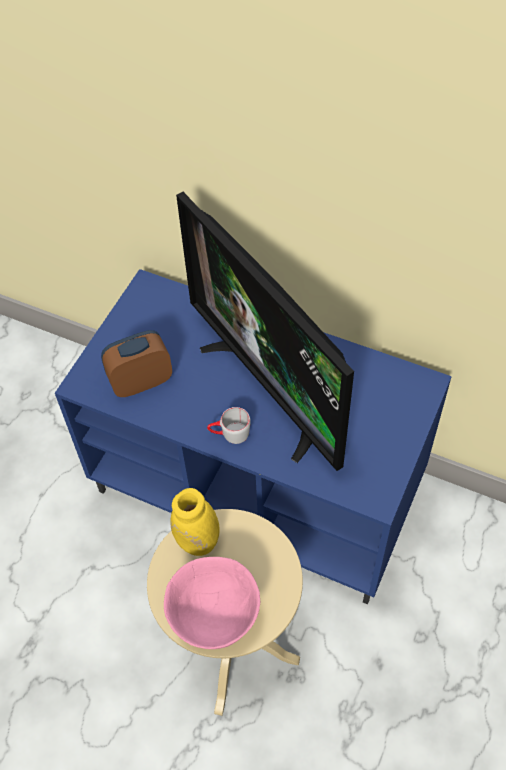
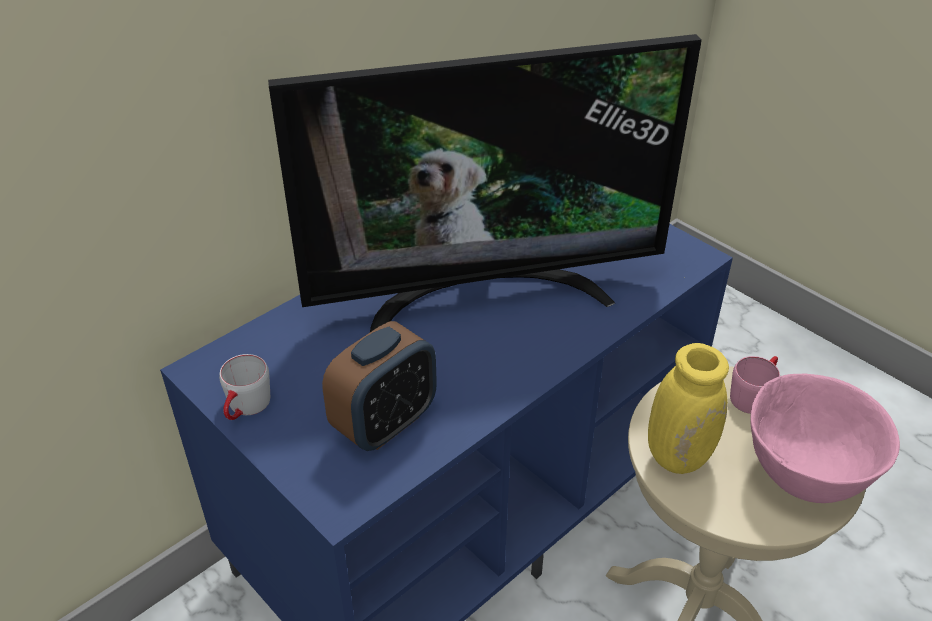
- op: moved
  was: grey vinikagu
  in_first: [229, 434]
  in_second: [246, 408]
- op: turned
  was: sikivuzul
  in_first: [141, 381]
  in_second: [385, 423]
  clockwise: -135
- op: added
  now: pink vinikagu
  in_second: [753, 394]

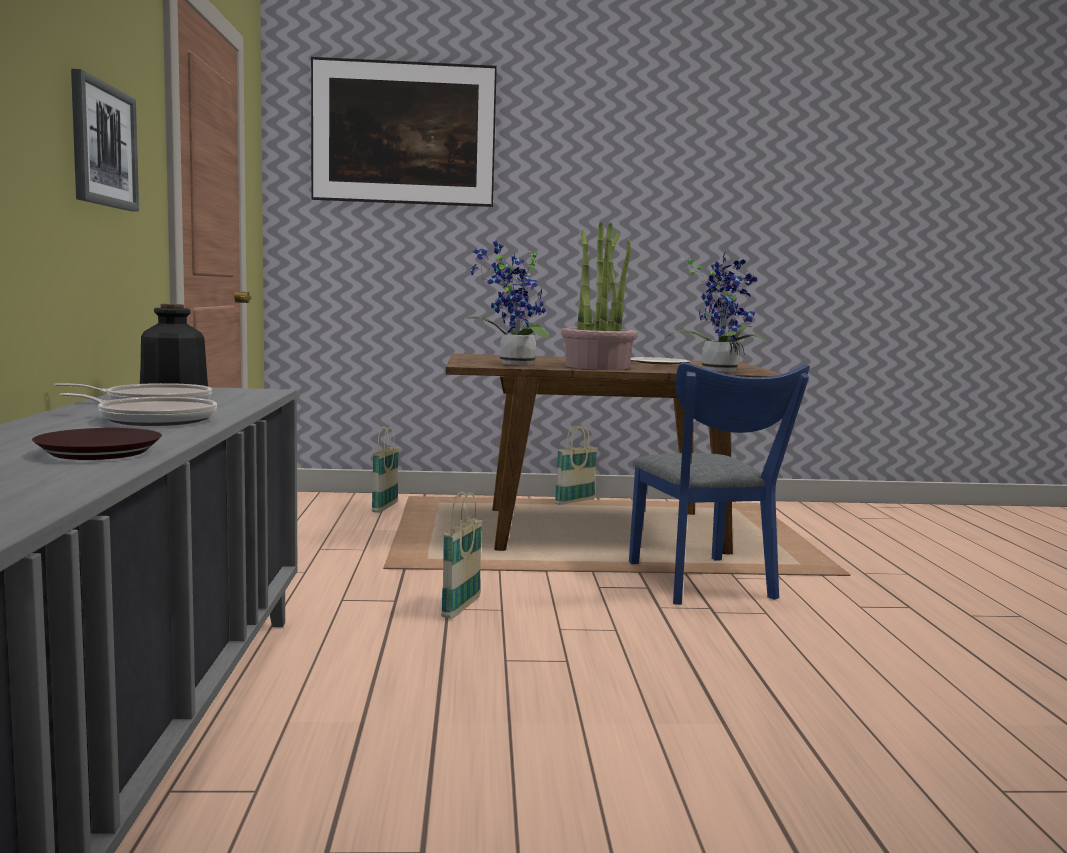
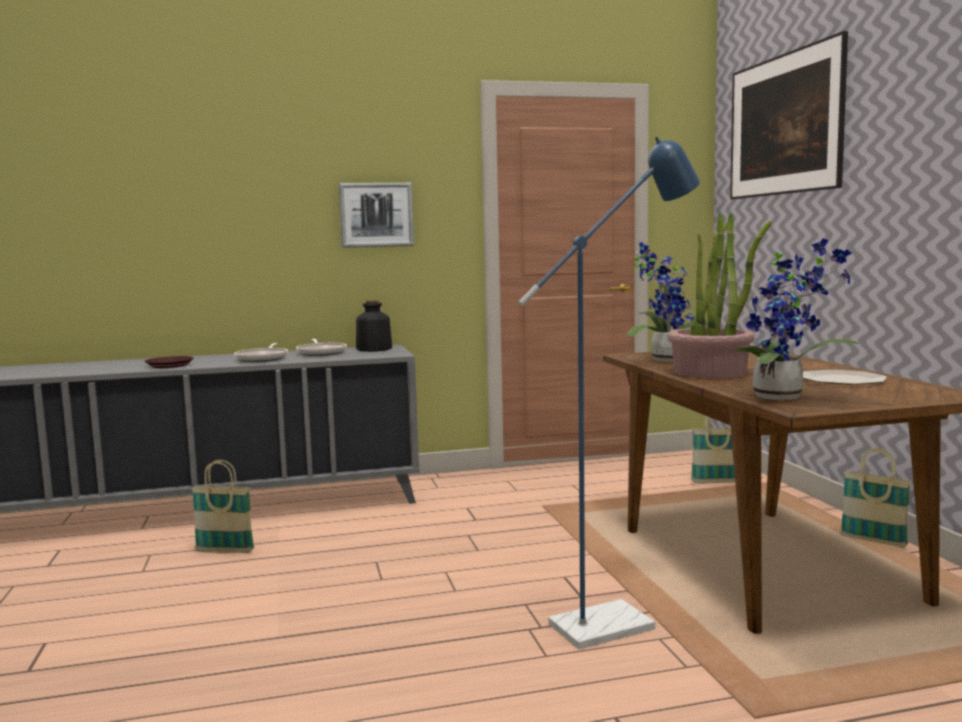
- op: moved
  was: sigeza
  in_first: [461, 607]
  in_second: [225, 551]
- op: replaced
  was: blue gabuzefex
  now: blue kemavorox
  in_first: [704, 584]
  in_second: [616, 622]

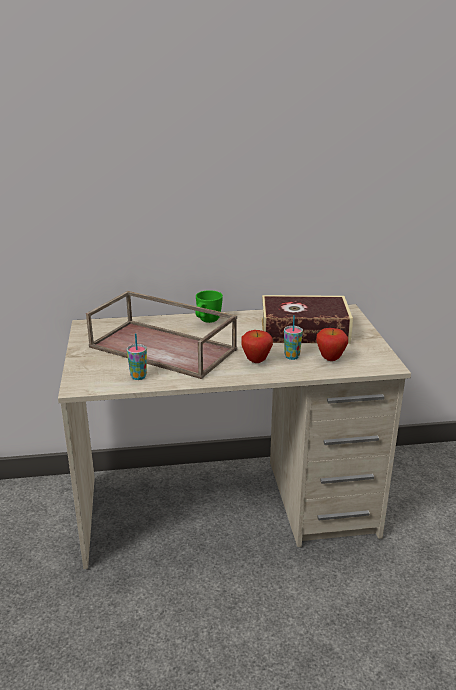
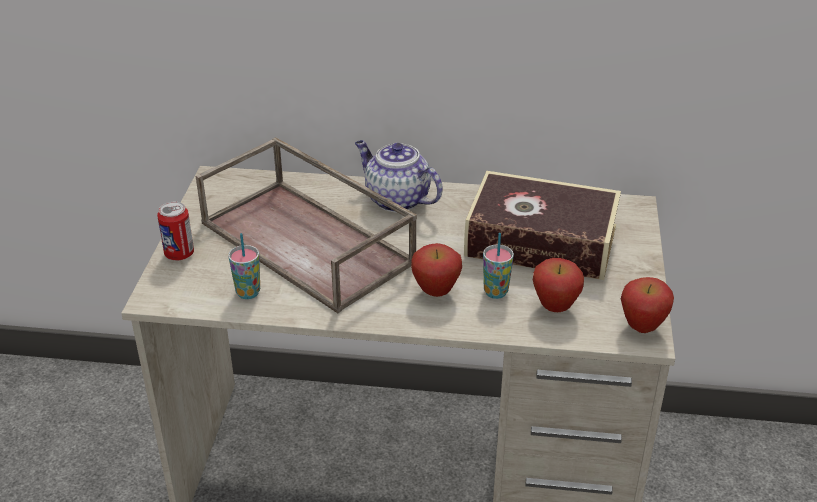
- op: added
  now: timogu
  in_second: [179, 254]
- op: replaced
  was: green vinikagu
  now: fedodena
  in_first: [206, 322]
  in_second: [396, 199]
- op: added
  now: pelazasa
  in_second: [642, 327]

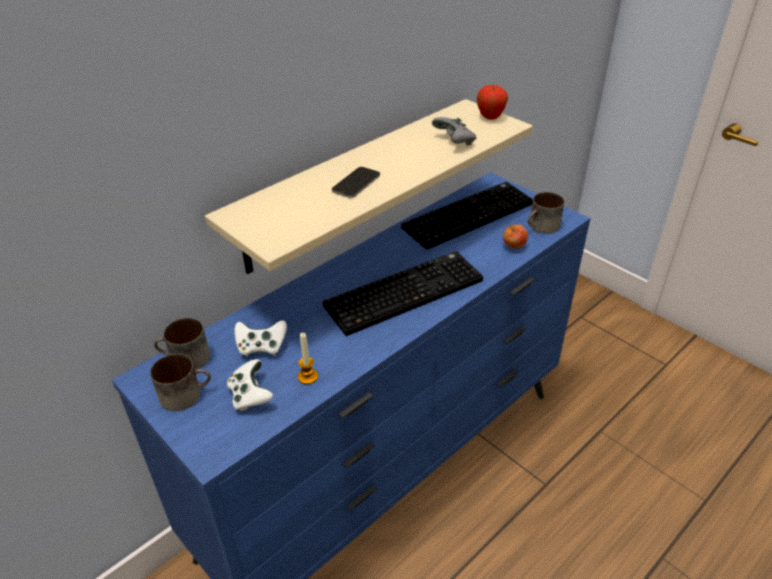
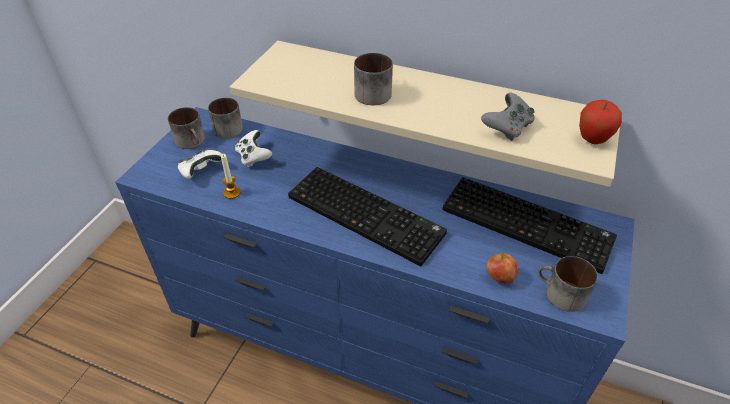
- op: replaced
  was: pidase
  now: vinikagu
  in_first: [356, 183]
  in_second: [373, 92]

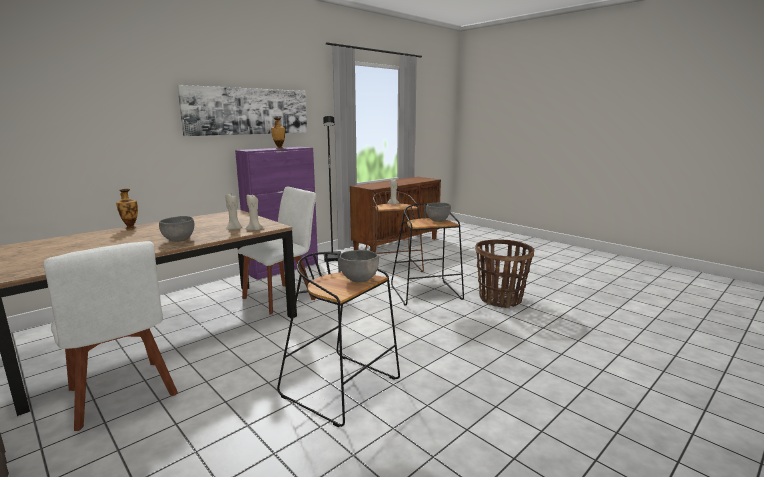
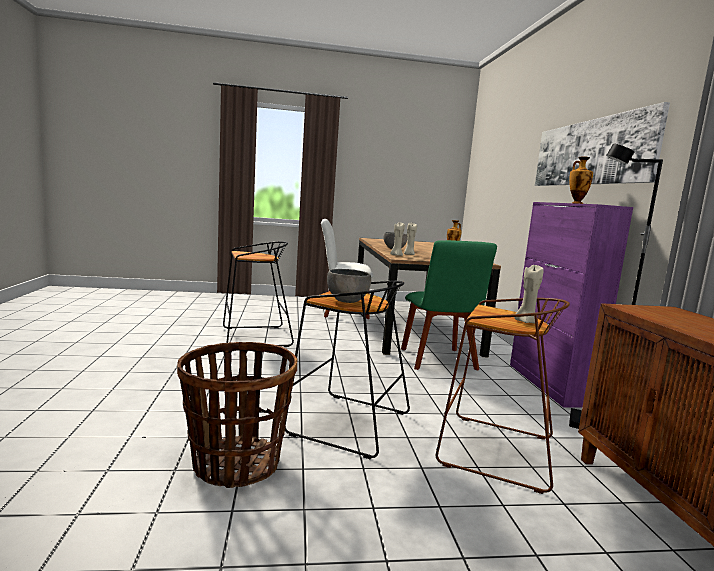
- op: recoloured
  was: white gabuzefex
  now: green gabuzefex
  in_first: [282, 297]
  in_second: [439, 361]
- op: removed
  was: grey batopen
  in_first: [359, 279]

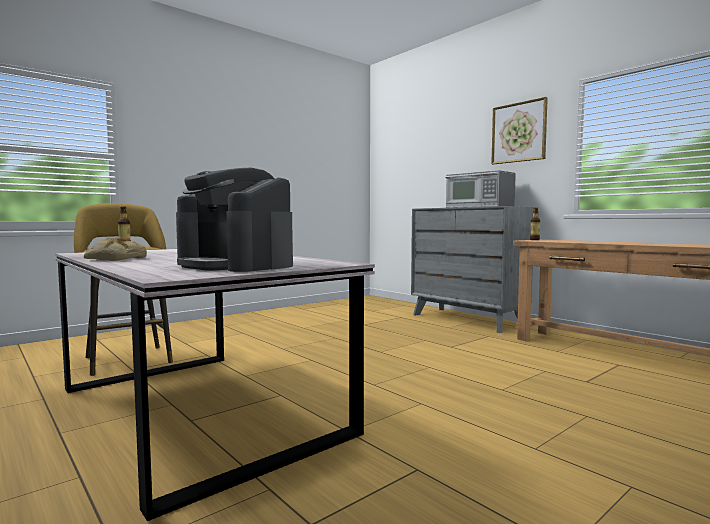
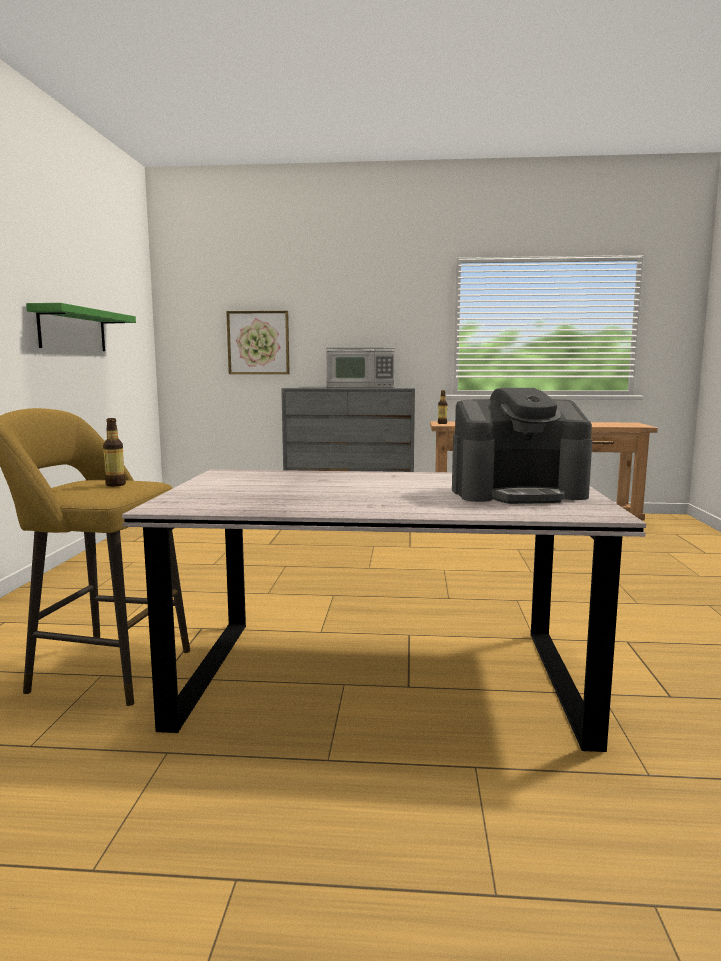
- op: added
  now: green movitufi
  in_second: [73, 330]
- op: moved
  was: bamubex
  in_first: [519, 132]
  in_second: [258, 342]
- op: removed
  was: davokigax
  in_first: [114, 259]

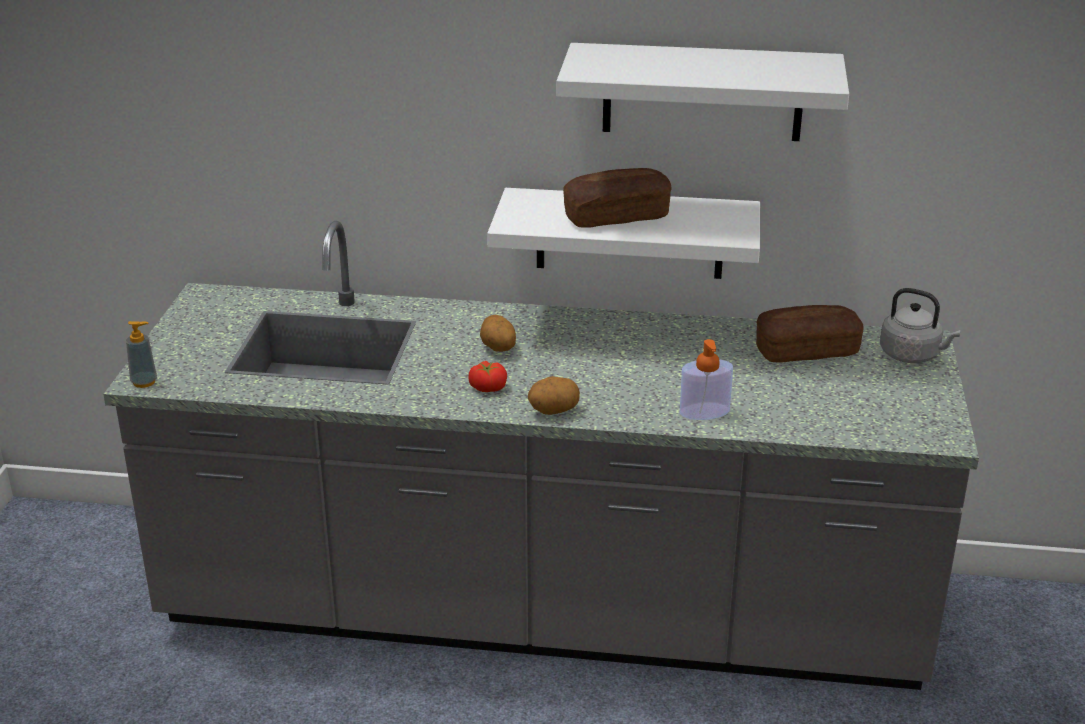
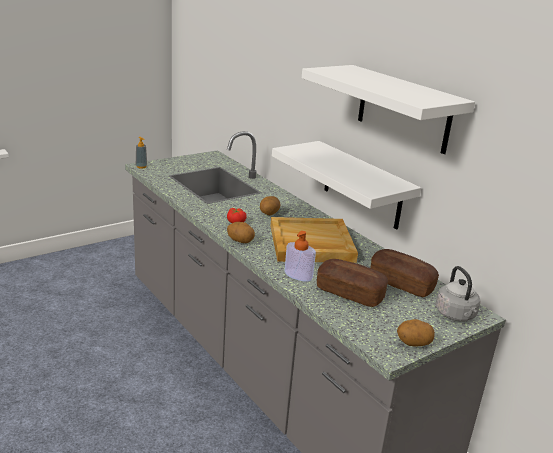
- op: added
  now: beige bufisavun
  in_second: [310, 244]
- op: moved
  was: davokigax
  in_first: [616, 217]
  in_second: [350, 293]
- op: added
  now: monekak
  in_second: [413, 343]

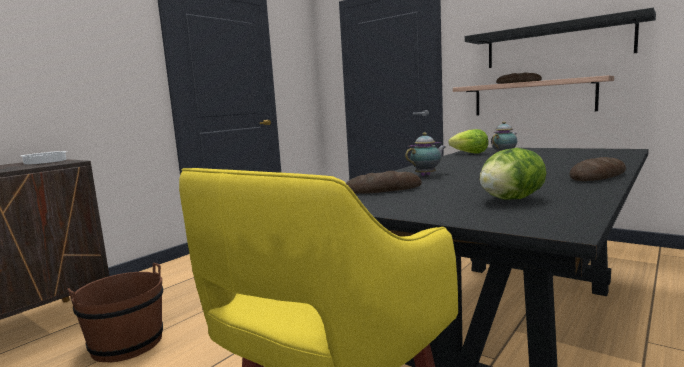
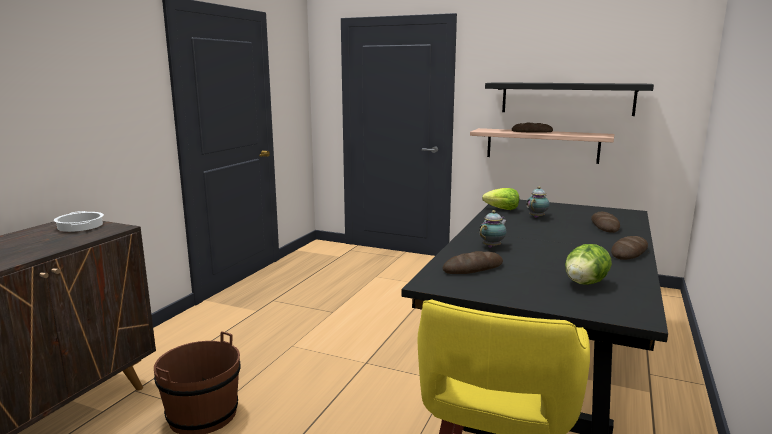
- op: added
  now: davokigax
  in_second: [604, 226]

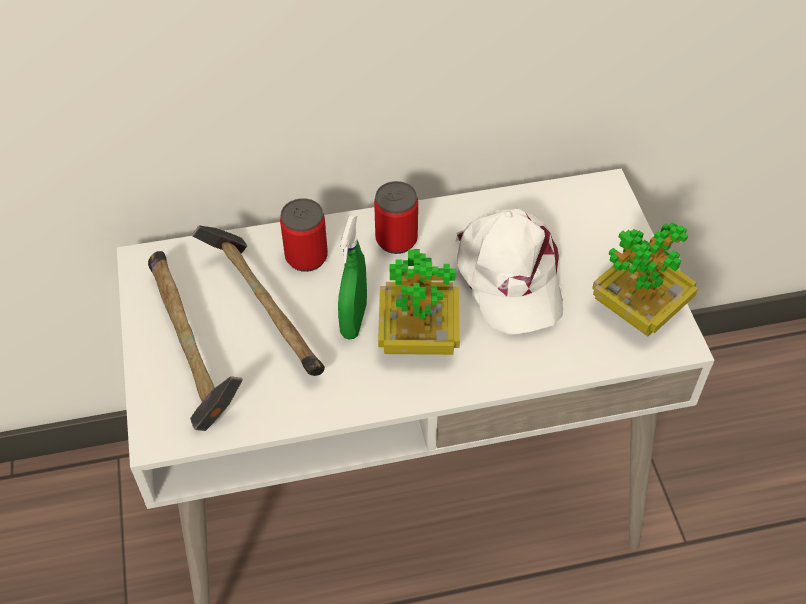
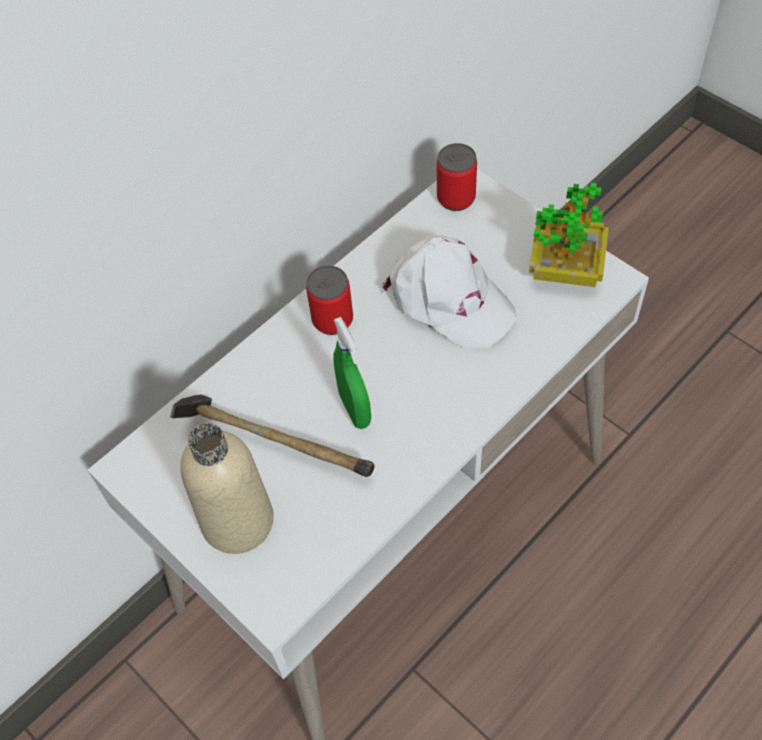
- op: replaced
  was: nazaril
  now: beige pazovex
  in_first: [190, 351]
  in_second: [238, 521]
- op: moved
  was: timogu
  in_first: [306, 257]
  in_second: [456, 198]
- op: removed
  was: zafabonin
  in_first: [418, 336]

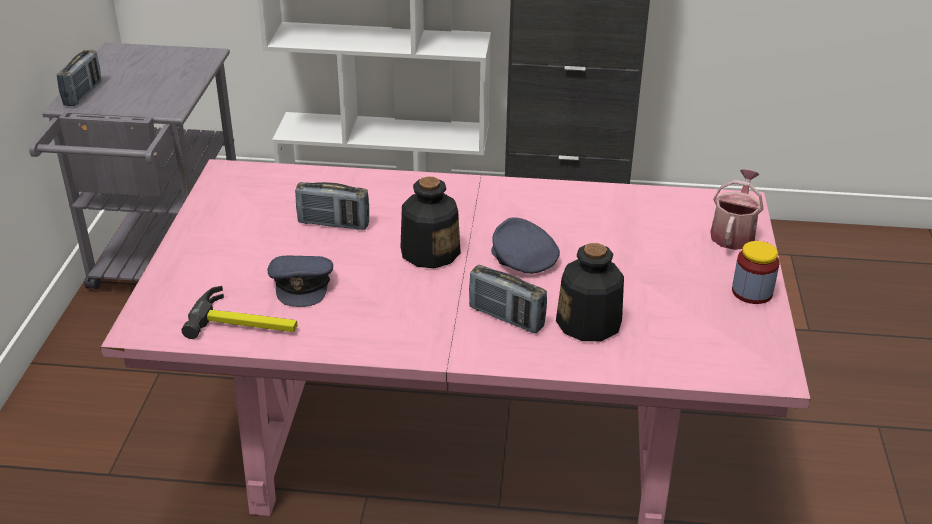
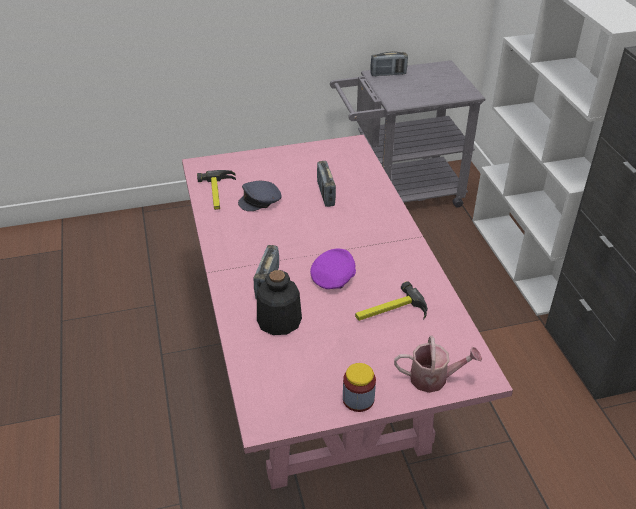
- op: recoloured
  was: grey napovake
  now: purple napovake
  in_first: [522, 259]
  in_second: [333, 276]
- op: added
  now: nazaril
  in_second: [390, 312]
- op: removed
  was: pazovex
  in_first: [430, 251]

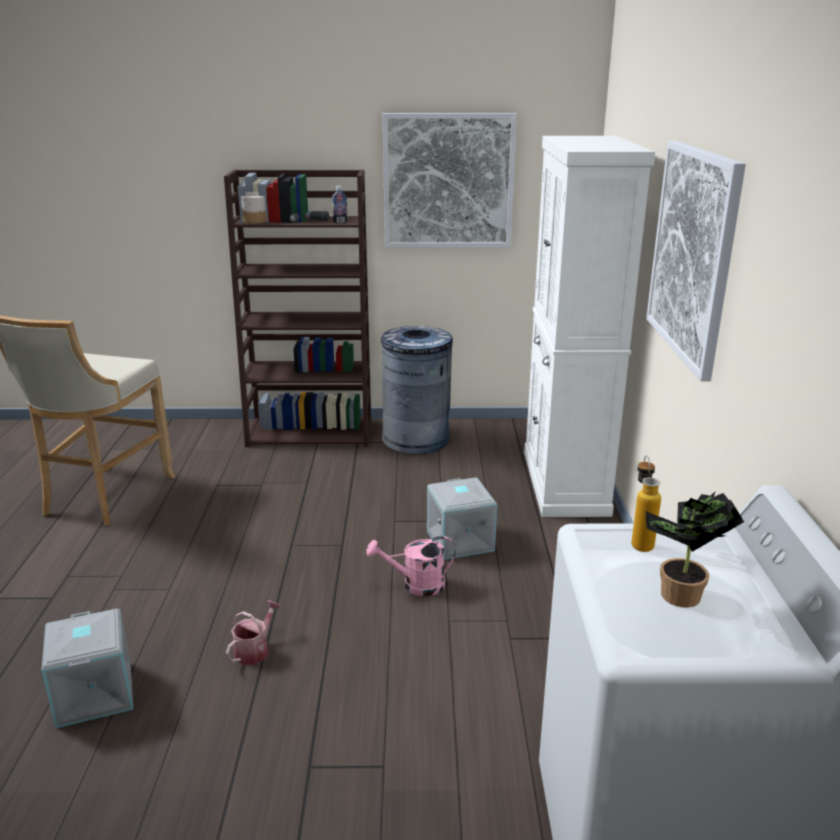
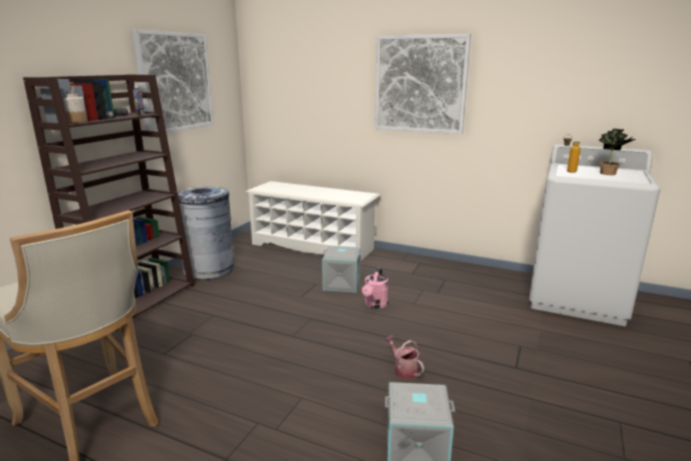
- op: replaced
  was: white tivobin
  now: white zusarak
  in_first: [565, 482]
  in_second: [313, 247]

